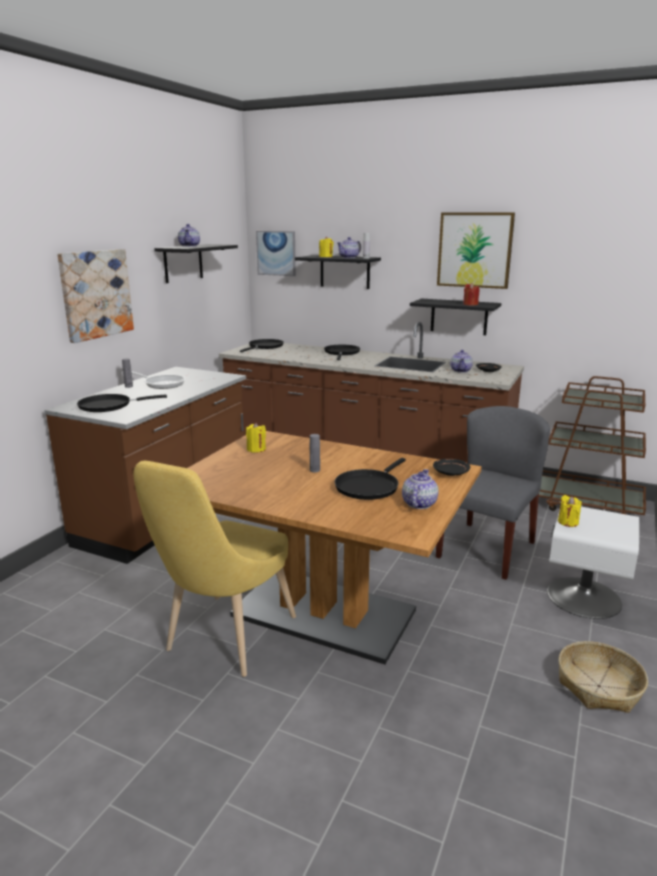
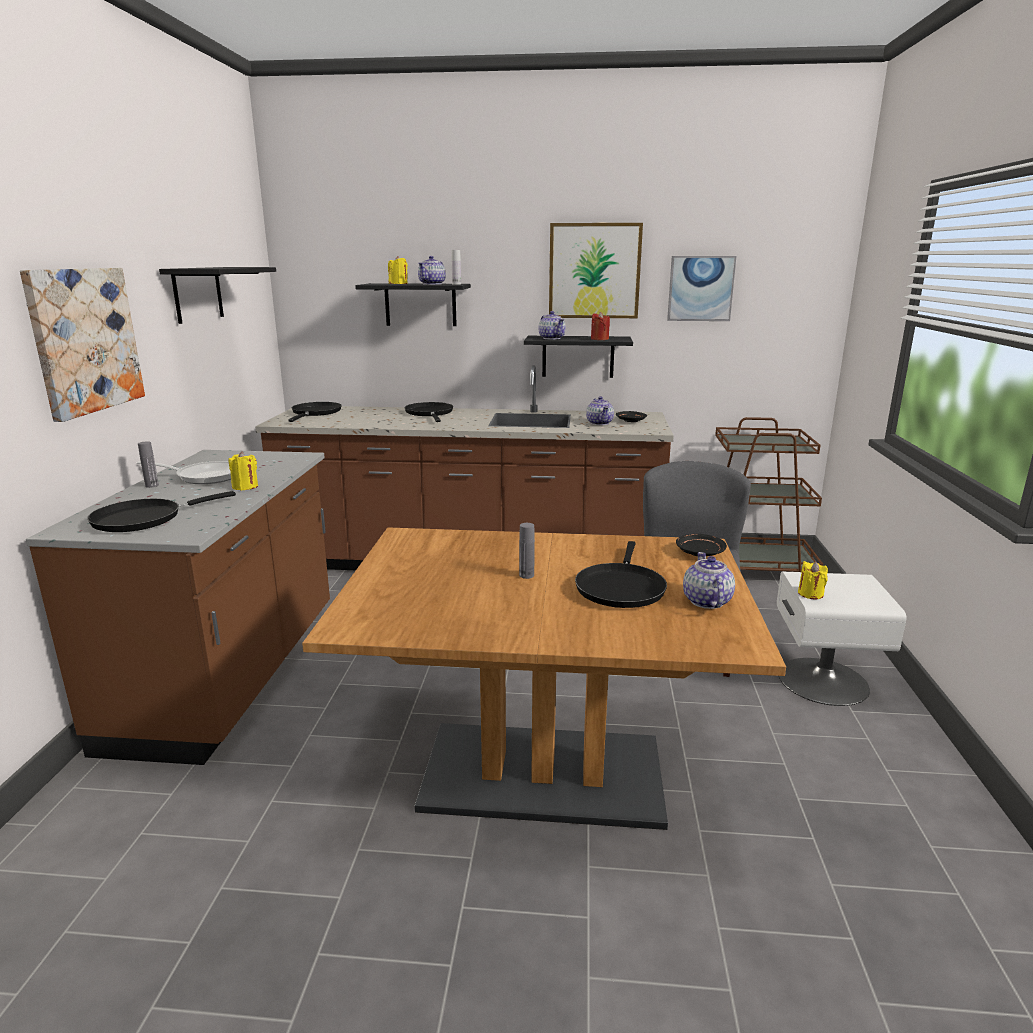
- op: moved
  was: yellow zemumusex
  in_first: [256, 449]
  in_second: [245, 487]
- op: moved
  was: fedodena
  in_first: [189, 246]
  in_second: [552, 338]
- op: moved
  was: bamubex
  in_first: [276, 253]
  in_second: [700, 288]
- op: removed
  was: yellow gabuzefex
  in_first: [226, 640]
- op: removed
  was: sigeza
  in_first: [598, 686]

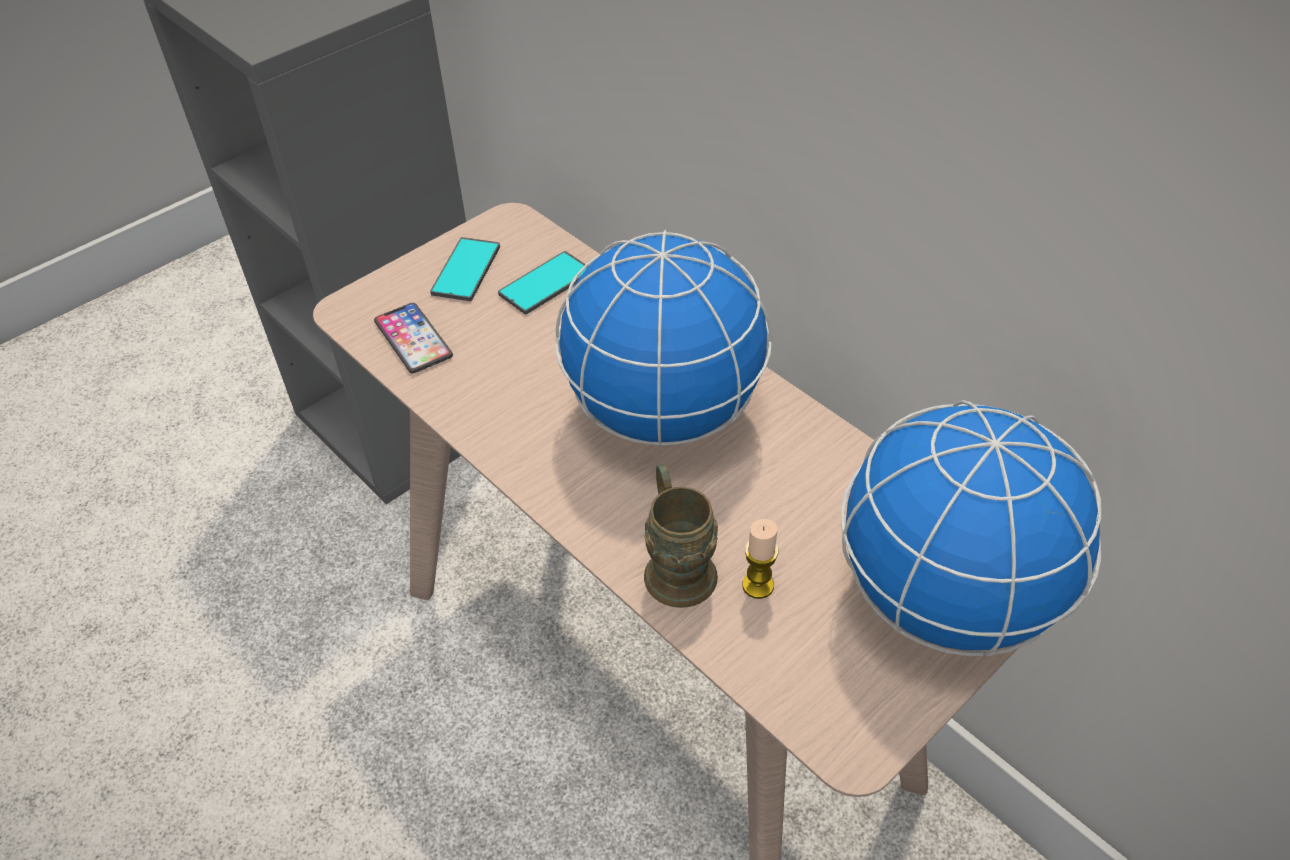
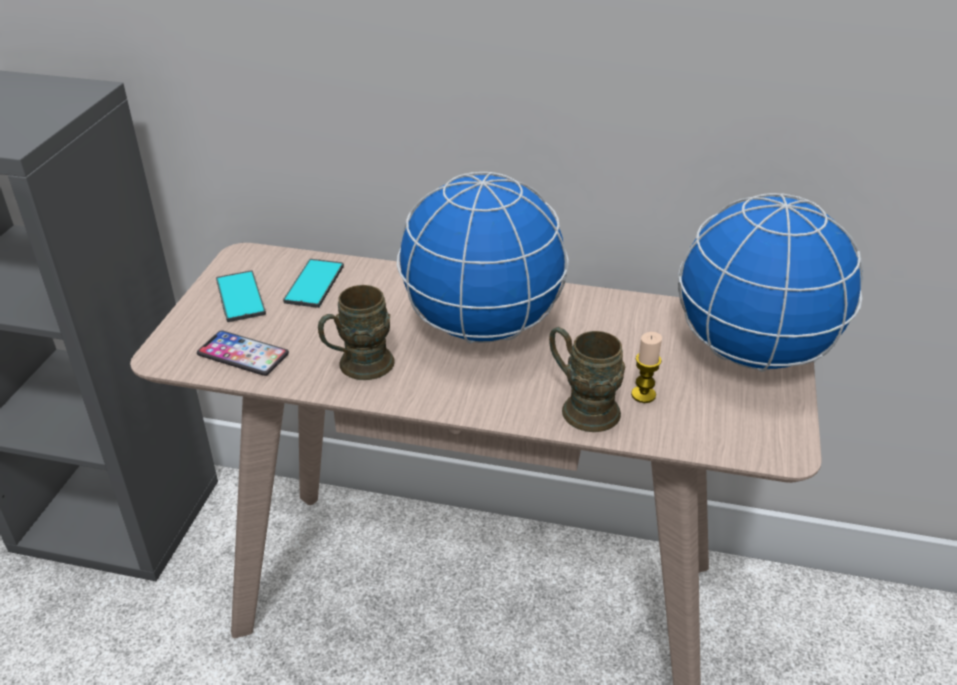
- op: added
  now: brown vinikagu
  in_second: [358, 367]

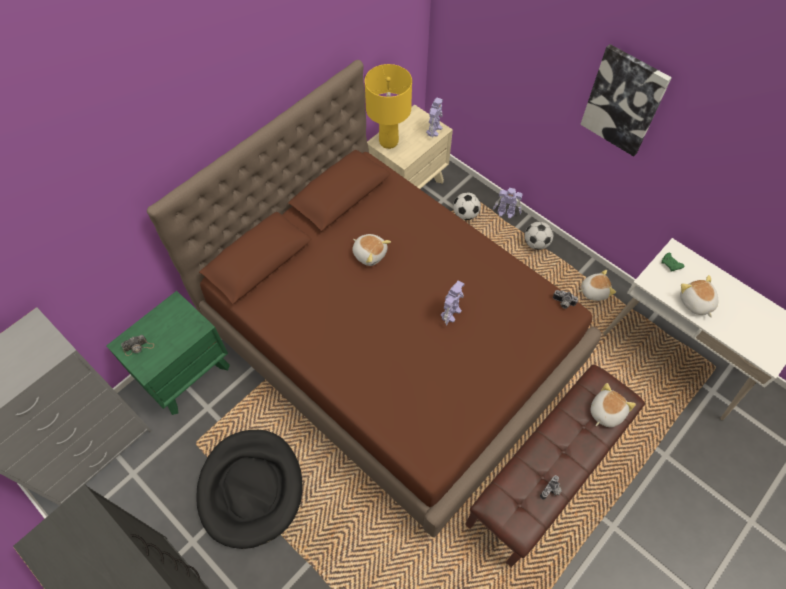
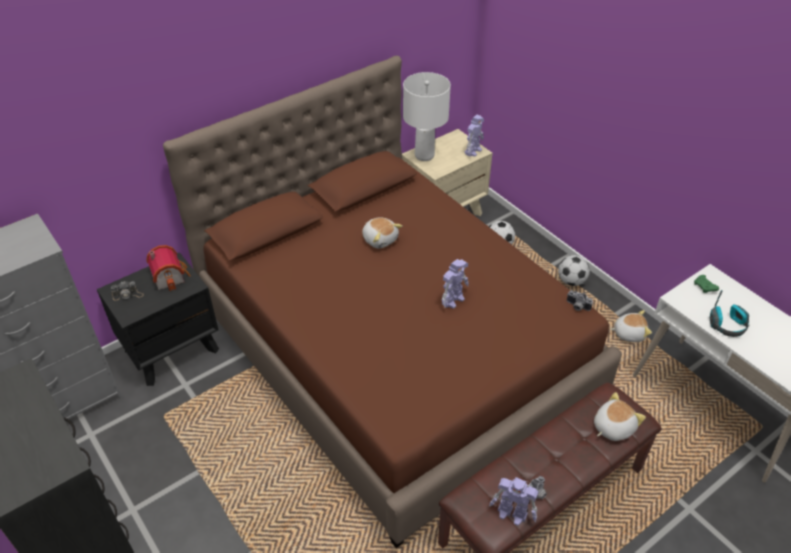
- op: recoloured
  was: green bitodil
  now: black bitodil
  in_first: [186, 373]
  in_second: [172, 349]
- op: added
  now: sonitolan
  in_second: [170, 276]
- op: recoloured
  was: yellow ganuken
  now: white ganuken
  in_first: [389, 142]
  in_second: [424, 156]
- op: moved
  was: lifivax
  in_first: [506, 213]
  in_second: [512, 514]
- op: replaced
  was: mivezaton
  now: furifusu
  in_first: [695, 303]
  in_second: [727, 325]
- op: removed
  was: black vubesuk
  in_first: [251, 488]
- op: removed
  was: bamubex
  in_first: [624, 101]

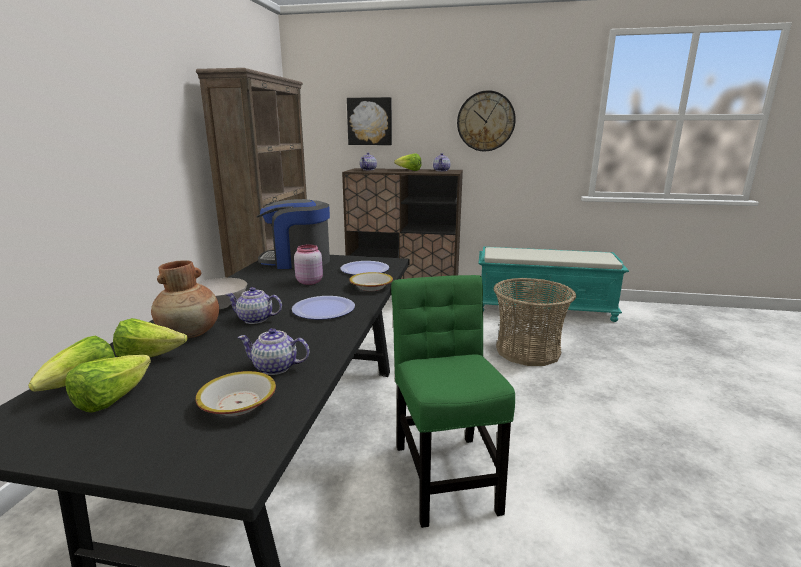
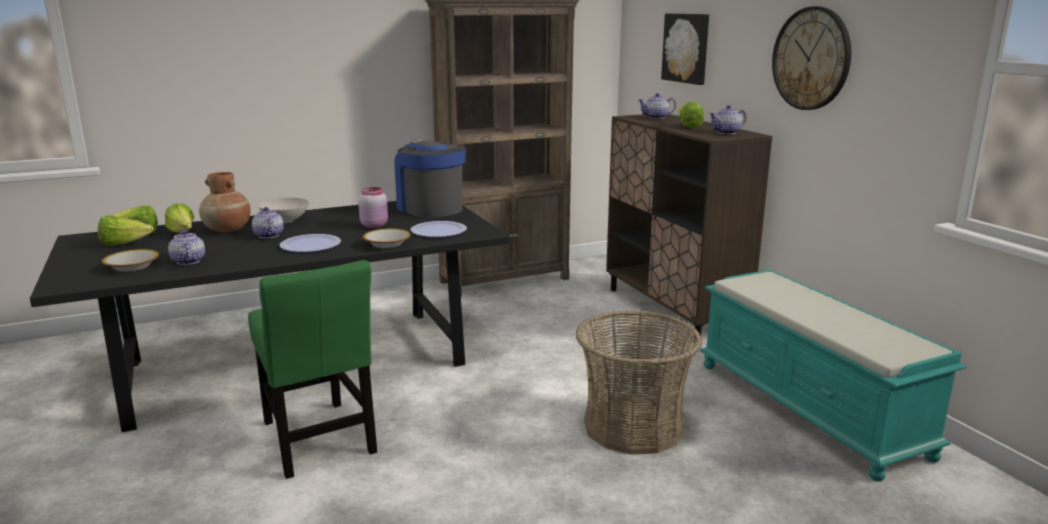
- op: turned
  was: green gabuzefex
  in_first: [445, 472]
  in_second: [319, 441]
  clockwise: 105

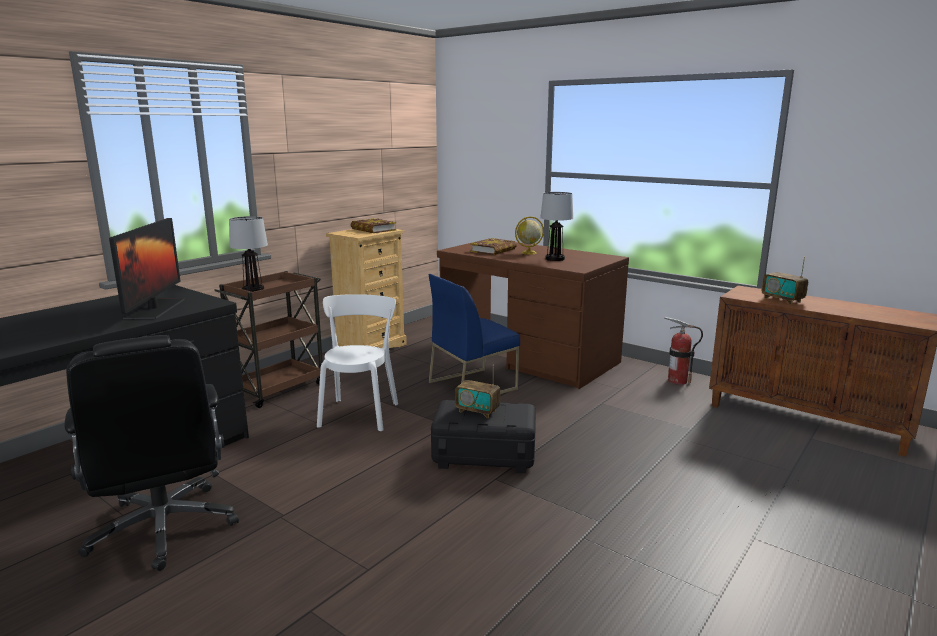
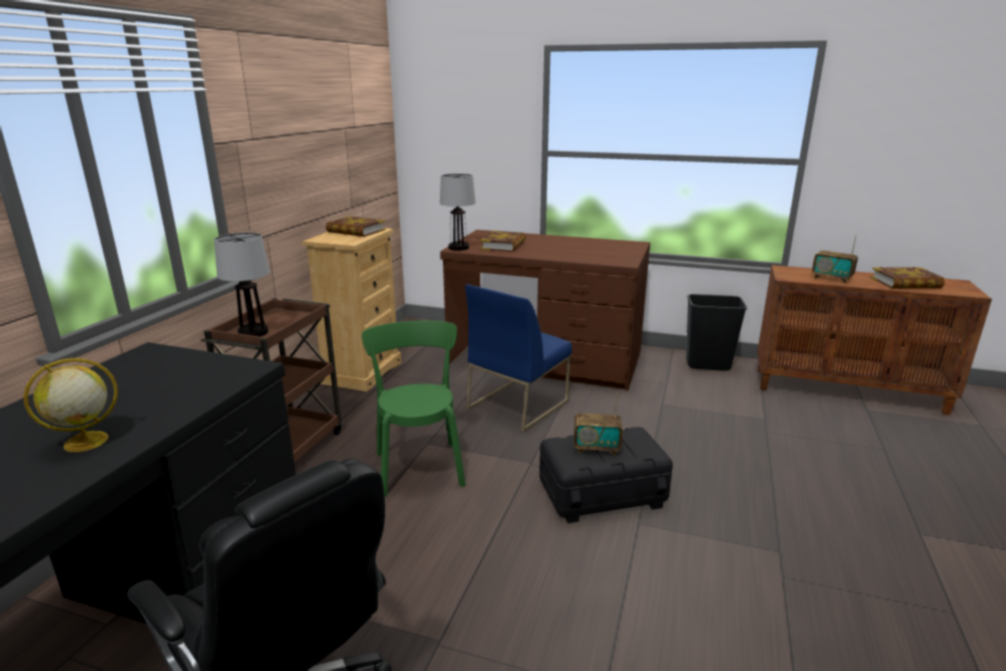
- op: moved
  was: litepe
  in_first: [528, 253]
  in_second: [84, 442]
- op: recoloured
  was: white gabuzefex
  now: green gabuzefex
  in_first: [360, 413]
  in_second: [419, 466]
- op: moved
  was: ganuken
  in_first: [555, 259]
  in_second: [459, 248]
- op: replaced
  was: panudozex
  now: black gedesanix
  in_first: [677, 381]
  in_second: [707, 365]
- op: added
  now: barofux
  in_second: [905, 283]
- op: removed
  was: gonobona
  in_first: [155, 309]

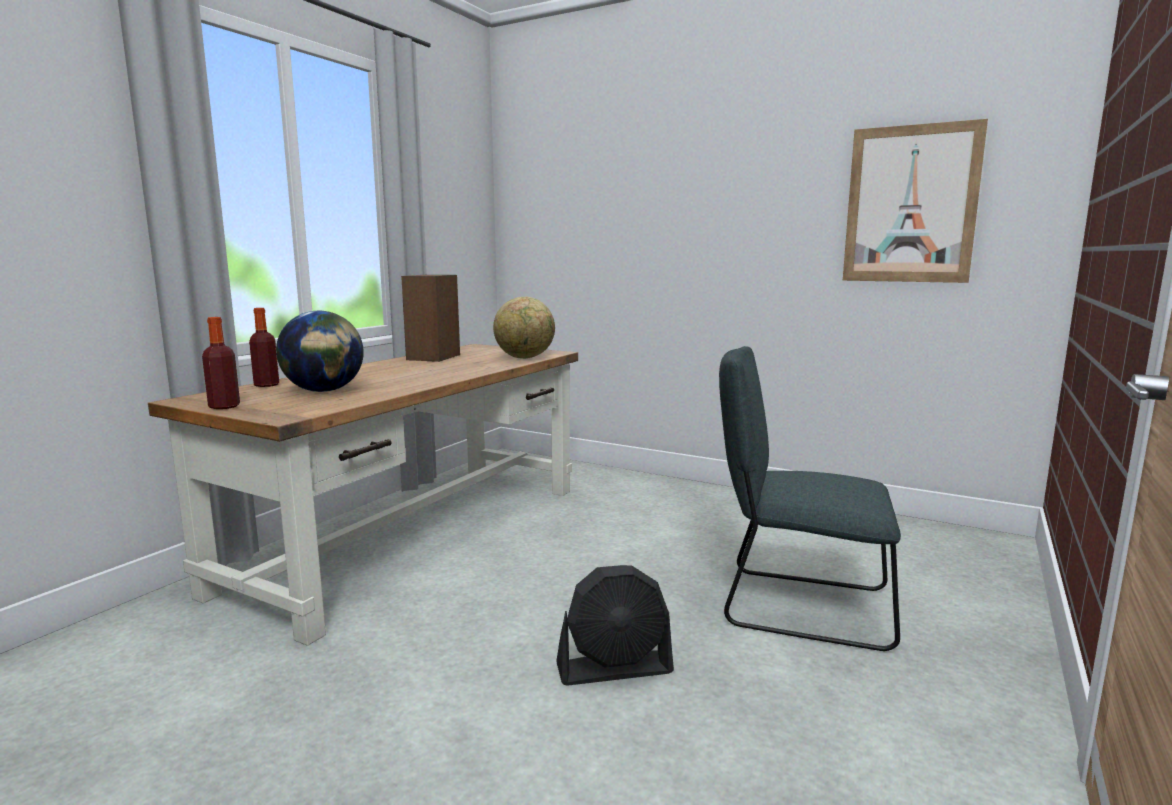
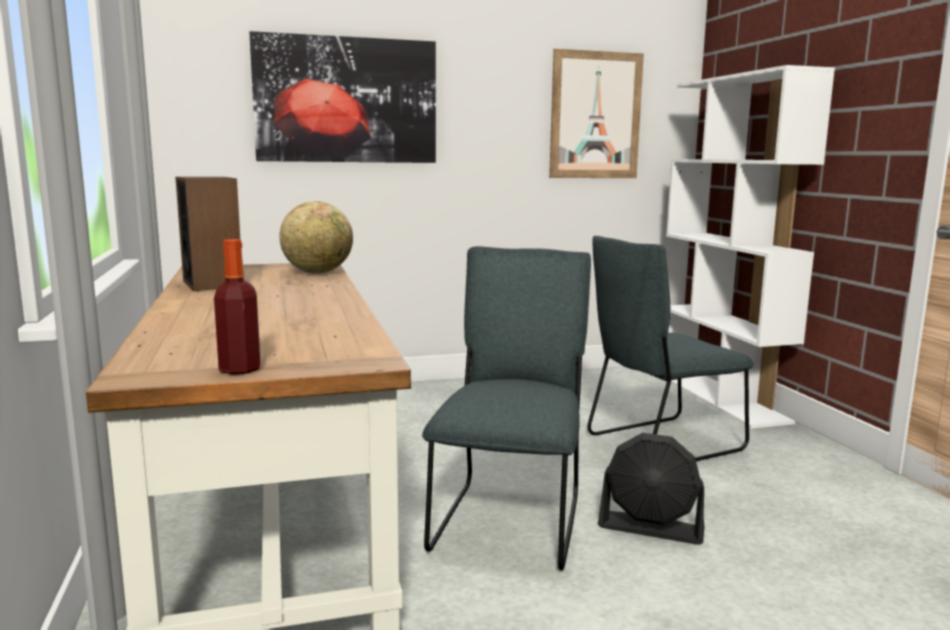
- op: added
  now: bamubex
  in_second: [346, 100]
- op: added
  now: grey gabuzefex
  in_second: [510, 519]
- op: turned
  was: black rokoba
  in_first: [615, 668]
  in_second: [651, 528]
  clockwise: 75
- op: added
  now: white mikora
  in_second: [720, 397]
- op: removed
  was: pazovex
  in_first: [266, 385]
- op: removed
  was: litepe
  in_first: [324, 391]

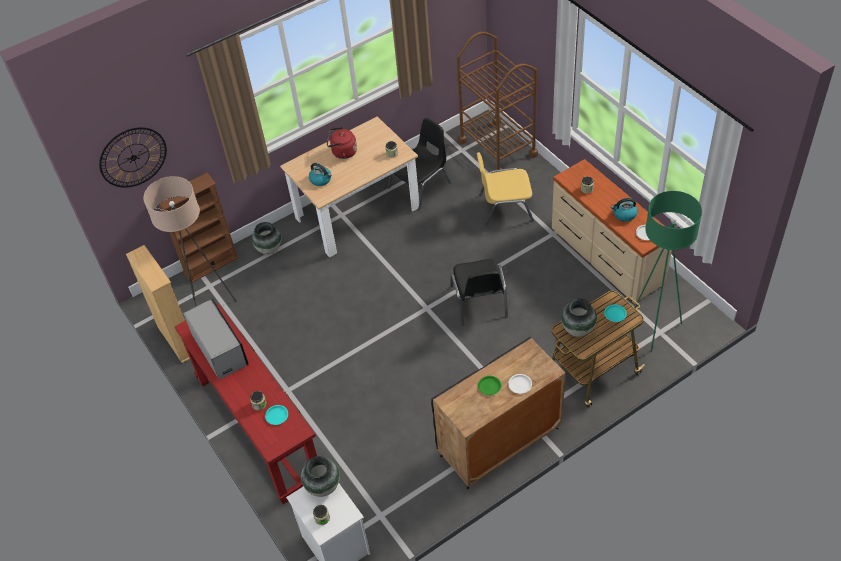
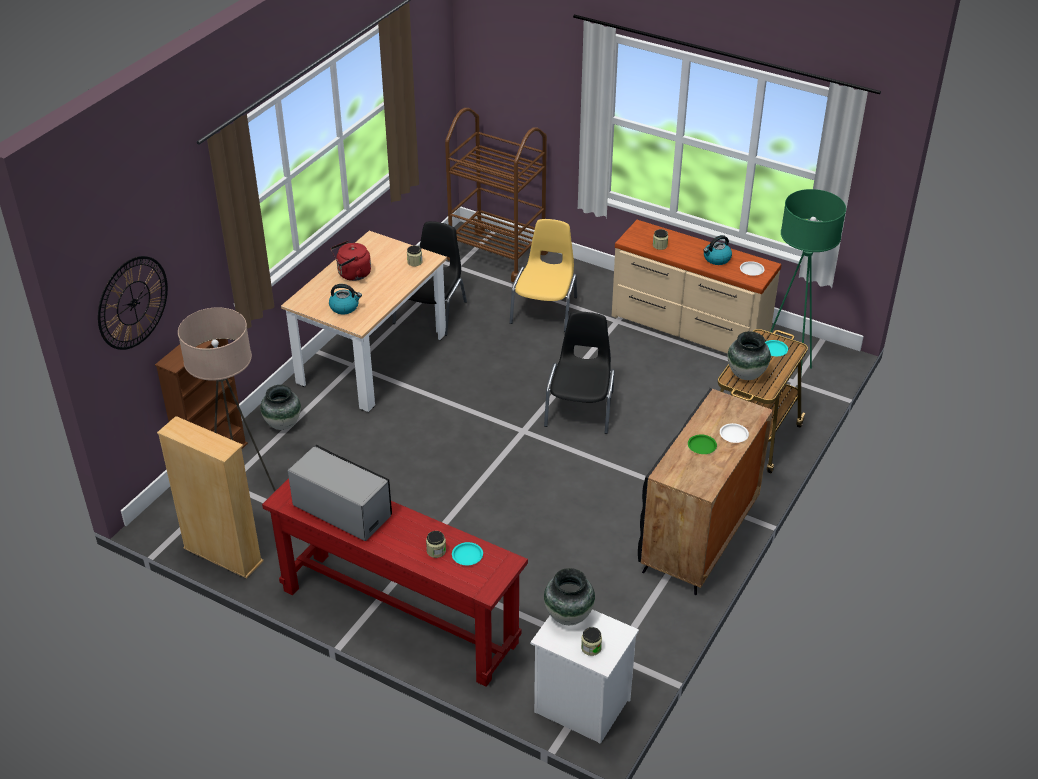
- op: turned
  was: yellow gabuzefex
  in_first: [504, 207]
  in_second: [545, 309]
  clockwise: 135
- op: turned
  was: black gabuzefex
  in_first: [479, 302]
  in_second: [580, 408]
  clockwise: -135

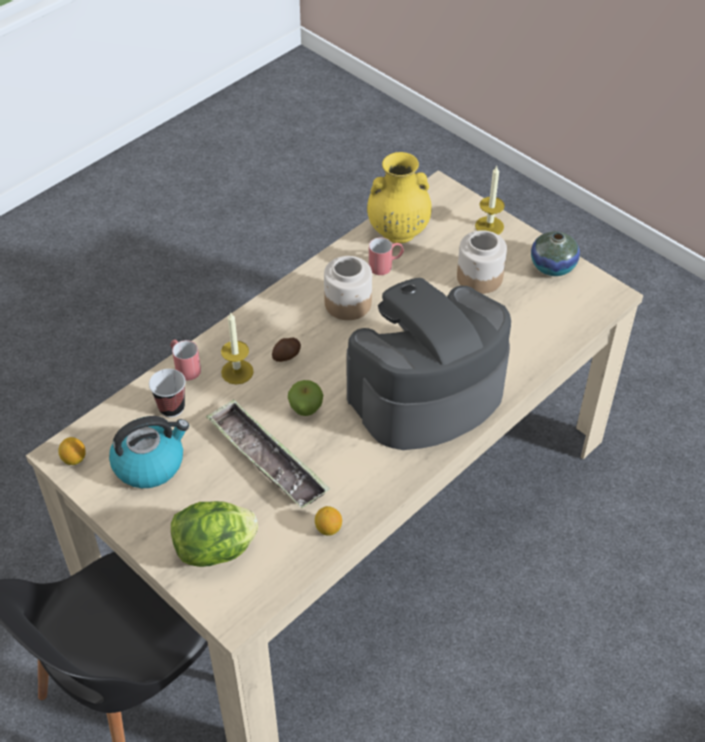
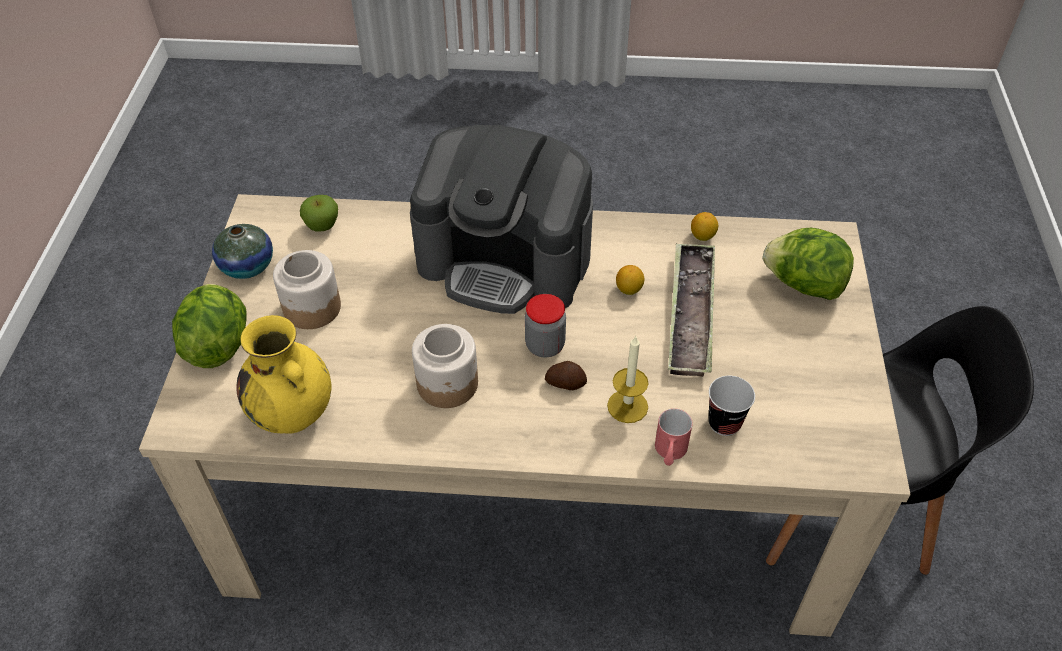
- op: replaced
  was: zemumusex
  now: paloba
  in_first: [489, 226]
  in_second: [218, 344]
- op: moved
  was: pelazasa
  in_first: [306, 409]
  in_second: [322, 226]
- op: added
  now: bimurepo
  in_second: [545, 345]
- op: moved
  was: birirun
  in_first: [74, 459]
  in_second: [629, 289]
- op: removed
  was: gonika
  in_first: [150, 463]
- op: removed
  was: red vinikagu
  in_first: [386, 265]

